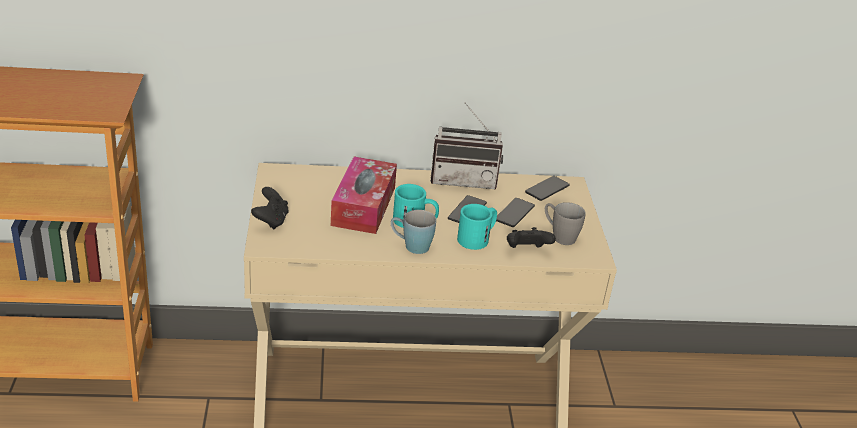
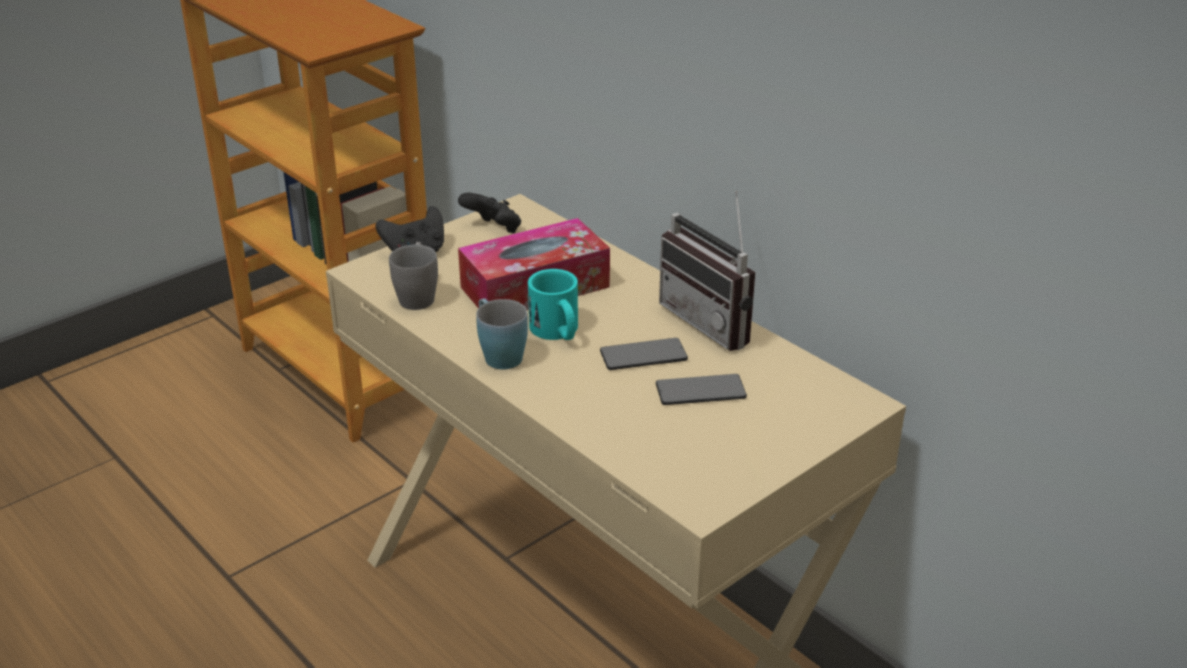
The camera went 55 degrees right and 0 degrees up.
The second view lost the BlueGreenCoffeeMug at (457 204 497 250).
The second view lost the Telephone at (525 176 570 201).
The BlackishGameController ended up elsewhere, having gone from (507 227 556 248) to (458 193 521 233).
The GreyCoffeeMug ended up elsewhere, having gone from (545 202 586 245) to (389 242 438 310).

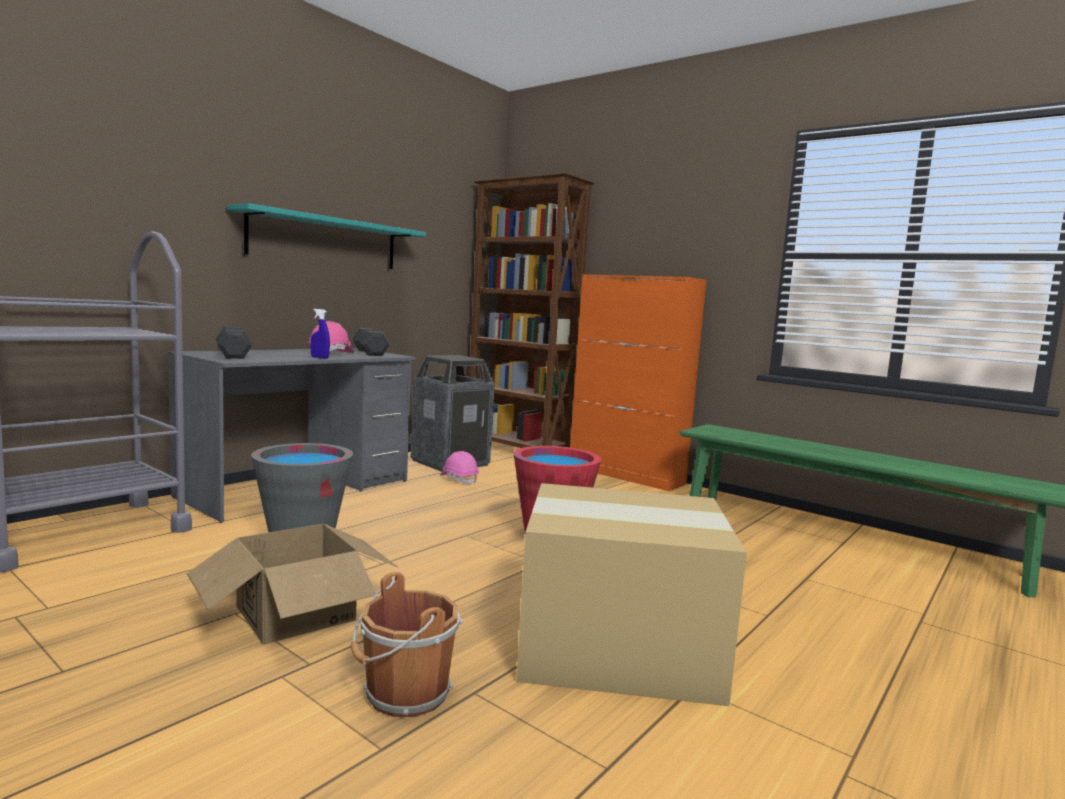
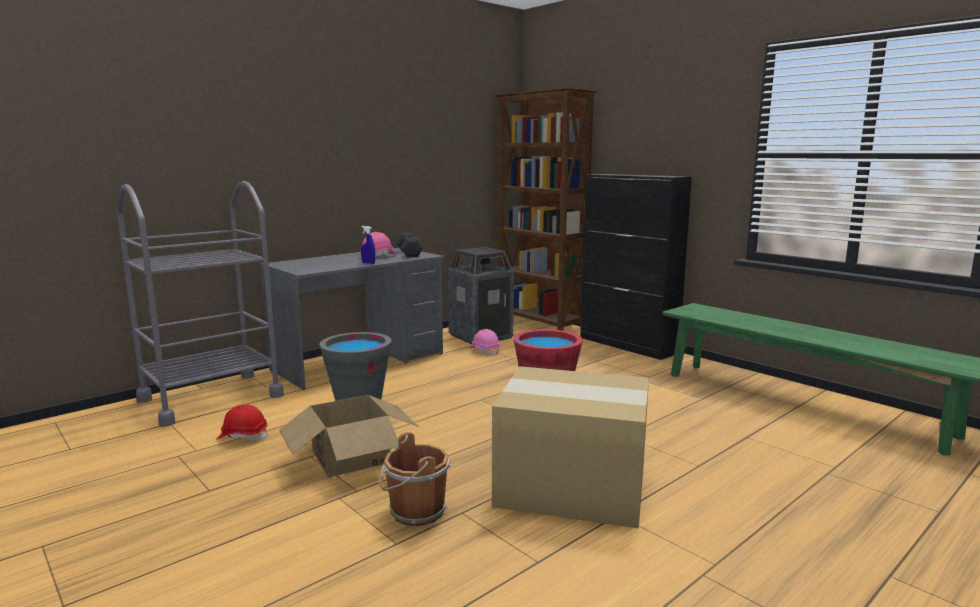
The camera went 10 degrees right and 5 degrees up.
The second view lost the BlackishDumbbell at (216 326 252 359).
The second view lost the BlueGreenWallShelf at (227 203 426 269).
The second view gained the ReddishSafetyHelmet at (217 404 268 441).
What was the OrangeColouredStorageCabinet at (570 274 707 491) turned into the BlackishStorageCabinet at (580 174 692 360).

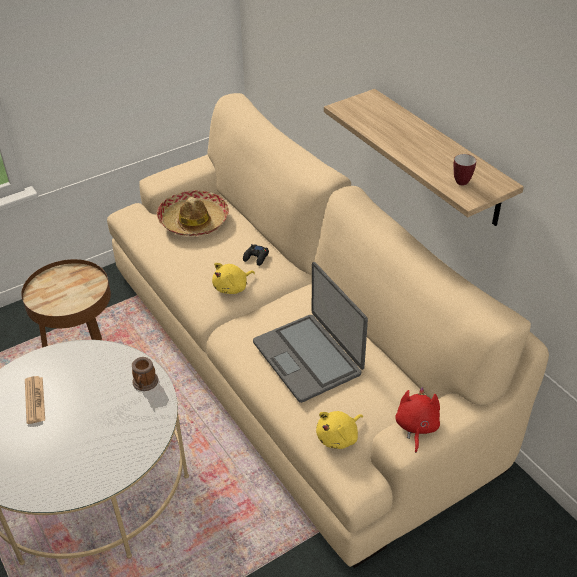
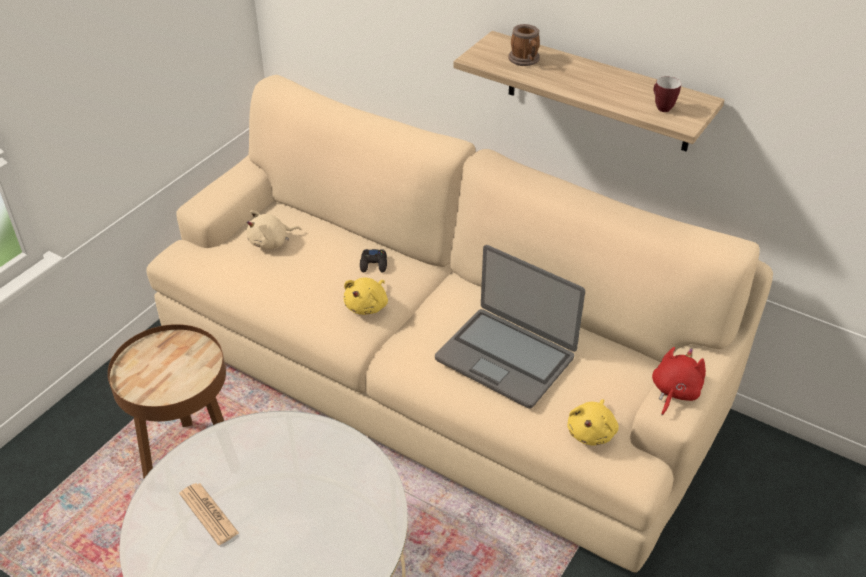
The camera went 25 degrees left and 0 degrees up.
The CoffeeMug ended up elsewhere, having gone from (132 357 158 391) to (508 24 540 66).
Where the Hat stood at (157 190 229 236), the BeigeColouredSoftToy came to stand at (247 210 301 249).
The ReddishSoftToy at (396 387 440 453) ended up facing another way, 45 degrees clockwise from before.

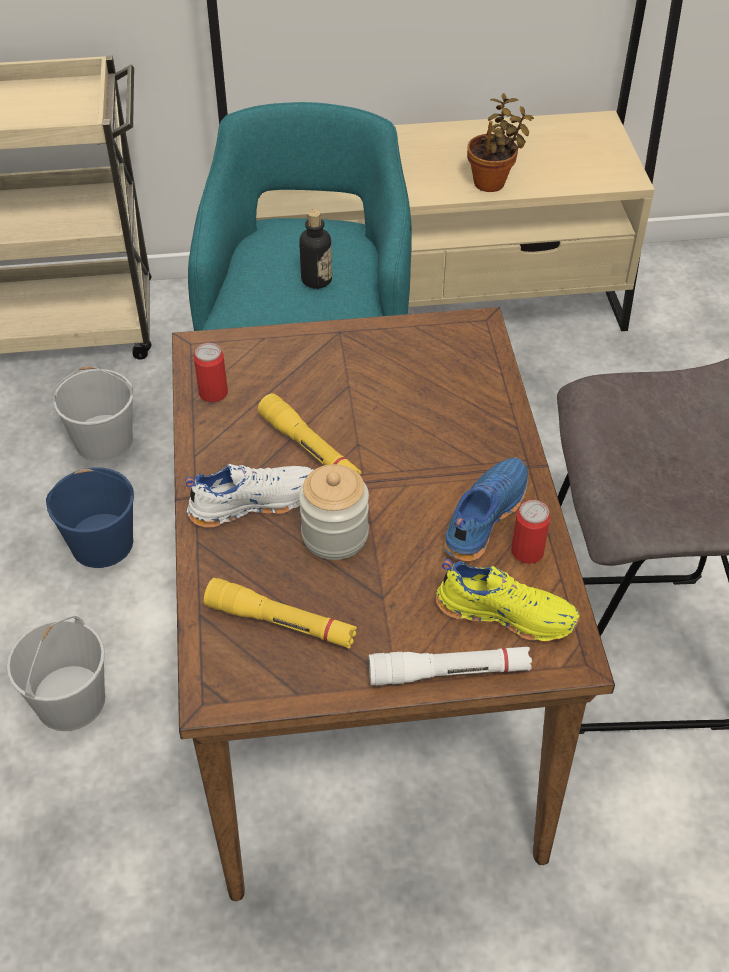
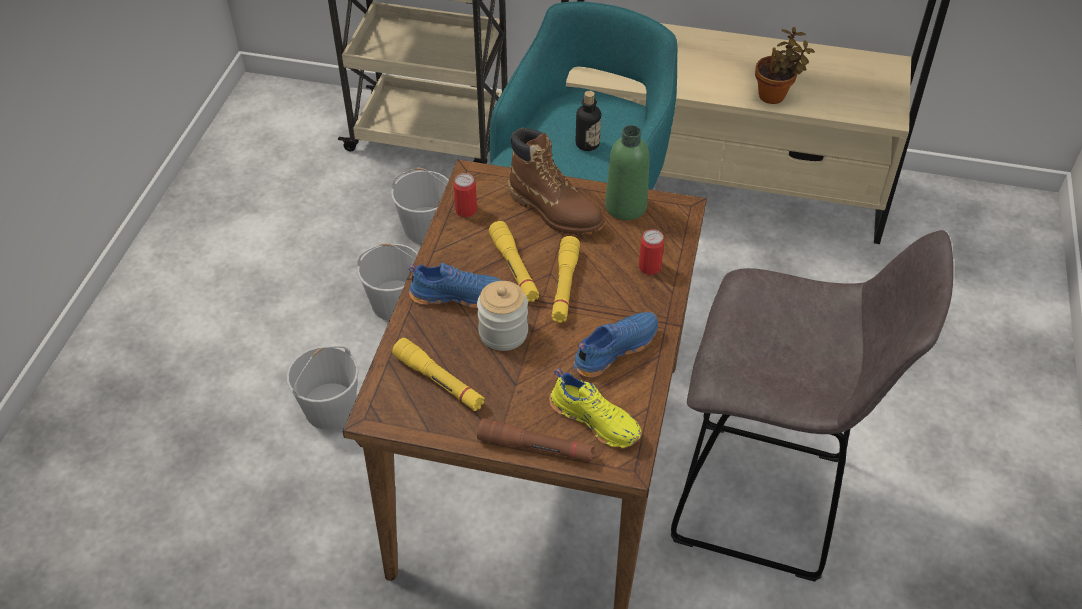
The camera went 20 degrees right and 0 degrees up.
The second view gained the BrownColouredTallBoot at (508 128 605 235).
The second view gained the YellowFlashlight at (552 236 580 323).
The second view gained the GreenishDrinkBottle at (605 125 650 220).
The MetalCan ended up elsewhere, having gone from (511 500 550 564) to (639 229 664 275).
What was the BluishWaterBucket at (46 467 134 568) turned into the WhitishWaterBucket at (357 243 418 321).
What was the WhitishShoe at (185 464 314 528) turned into the BluishShoe at (409 263 502 308).
What was the WhitishFlashlight at (369 647 532 686) turned into the BrownColouredFlashlight at (477 418 595 462).

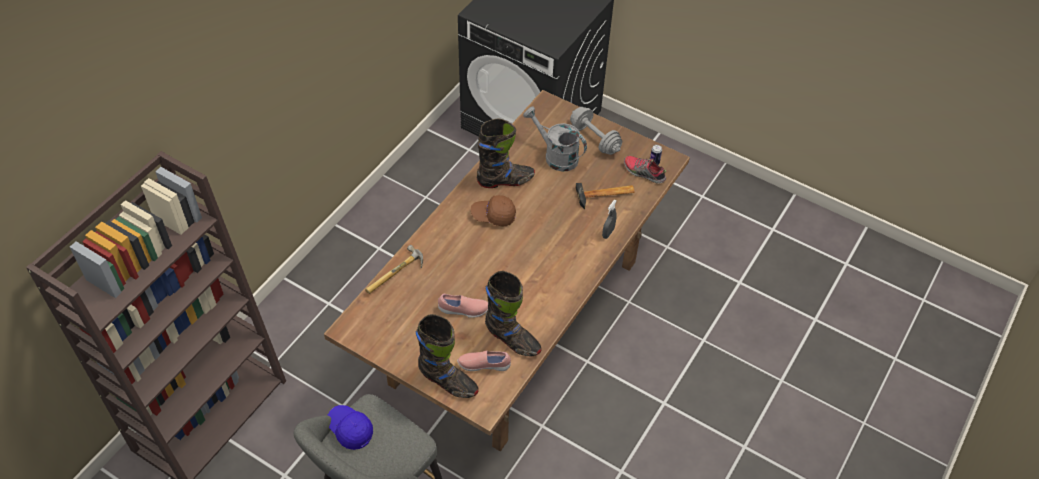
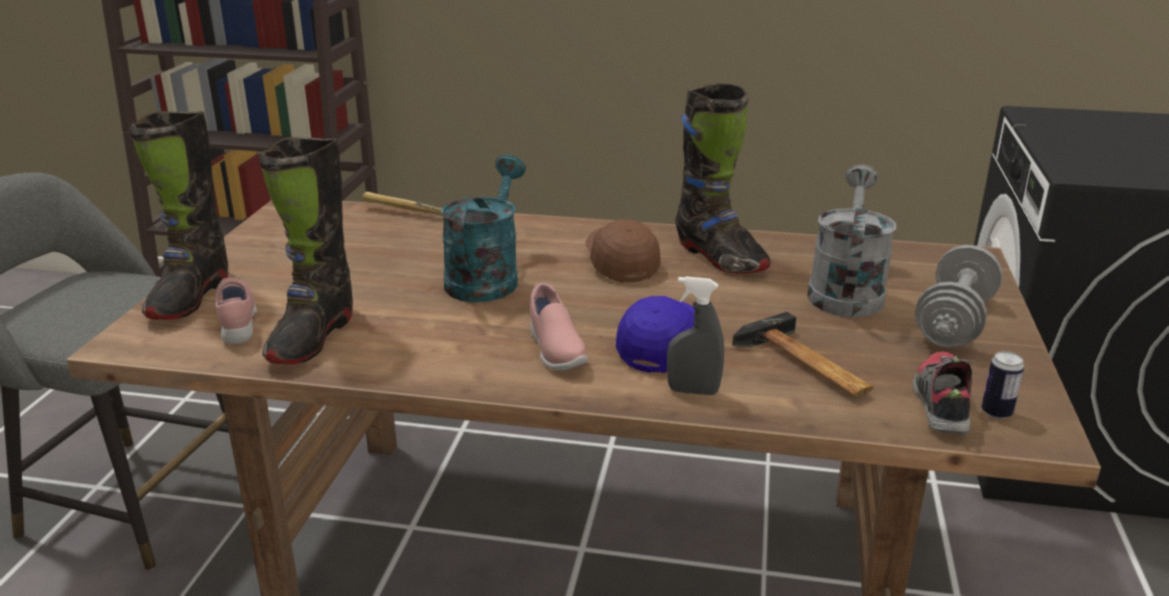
The camera went 70 degrees right and 25 degrees down.
The second view gained the BlueGreenSprinklingCan at (441 155 526 302).
The BluishBaseballCap ended up elsewhere, having gone from (328 405 373 450) to (616 296 695 373).
The PinkShoe ended up elsewhere, having gone from (438 294 488 318) to (530 283 588 370).

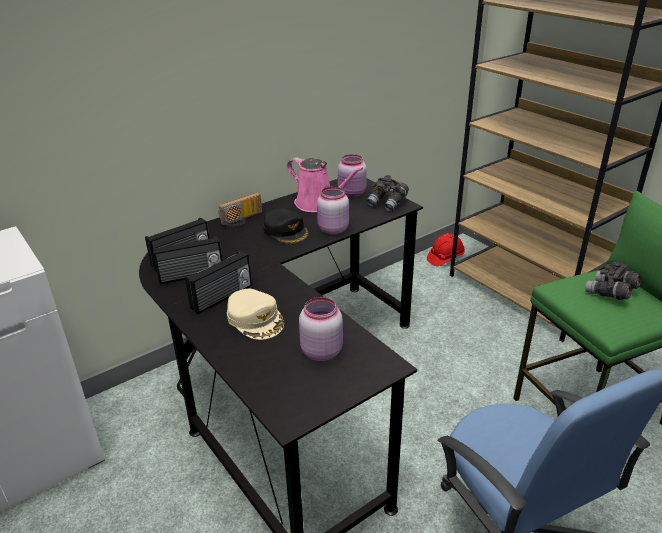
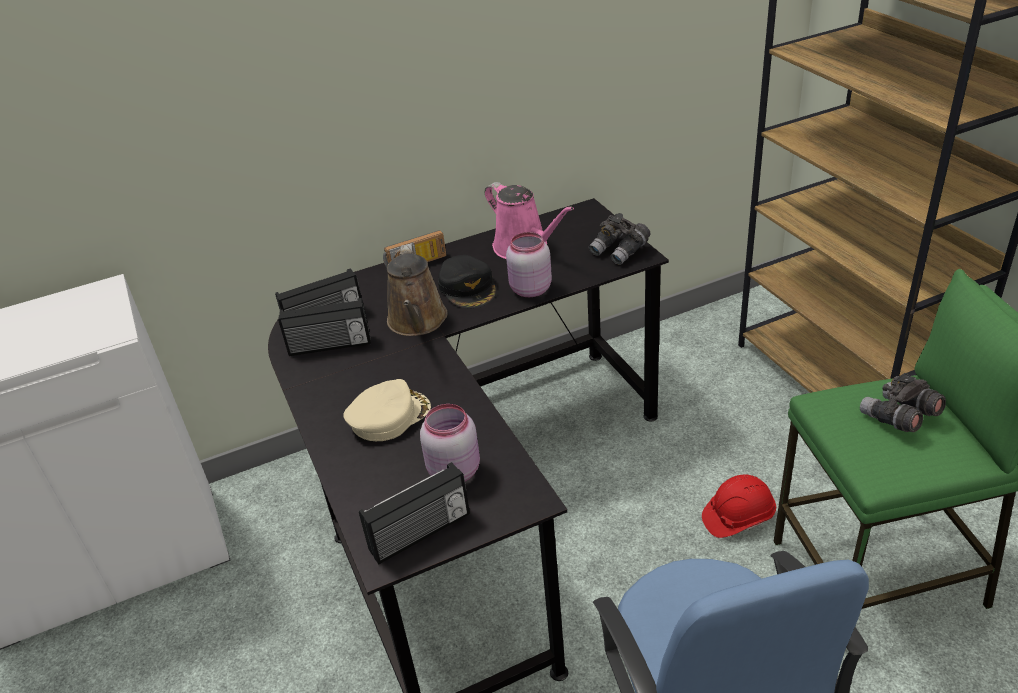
The camera went 15 degrees right and 5 degrees up.
The second view lost the PinkPreserveJar at (338 154 367 198).
The second view gained the BrownColouredSprinklingCan at (387 244 448 336).
The RadioSet ended up elsewhere, having gone from (185 251 252 314) to (359 462 470 564).
The ReddishSafetyHelmet ended up elsewhere, having gone from (427 233 465 266) to (702 474 776 538).
The BeigeColouredBaseballCap at (227 289 284 340) ended up facing another way, 105 degrees counterclockwise from before.

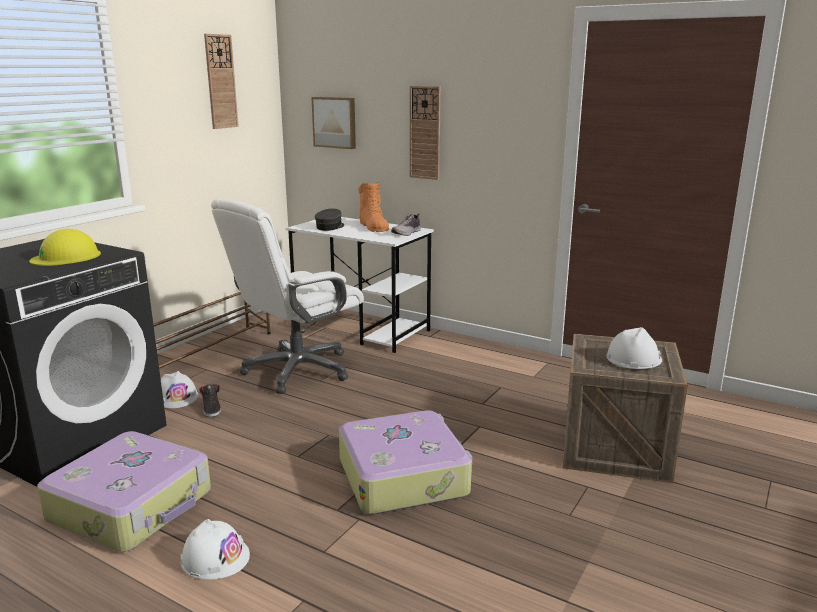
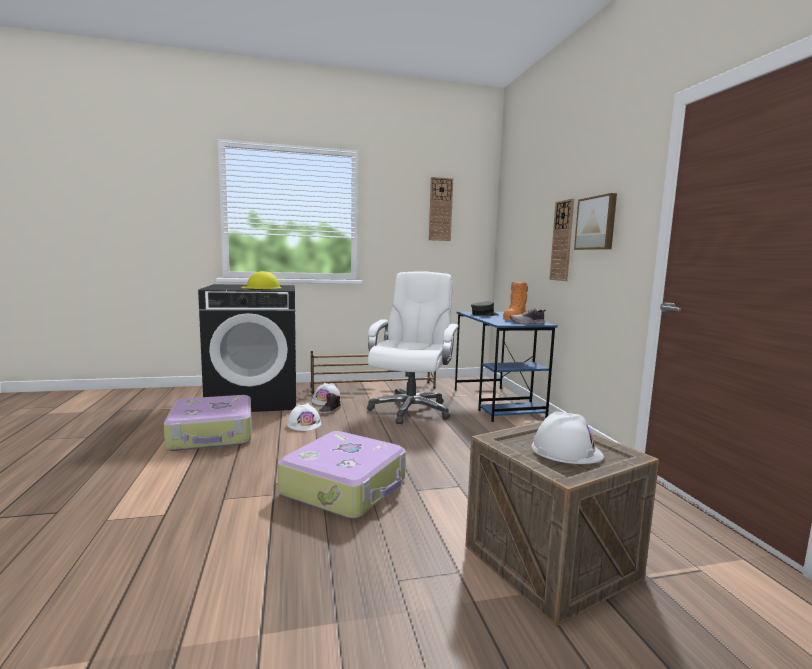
The camera went 45 degrees right and 10 degrees down.
The WhitishSafetyHelmet ended up elsewhere, having gone from (181 519 250 580) to (287 403 322 431).
The WallArt ended up elsewhere, having gone from (311 97 356 149) to (574 193 617 250).
What was the WhitishDesk at (286 217 434 353) turned into the BluishDesk at (455 312 558 422).
The WhitishDeskChair at (211 199 364 394) ended up facing another way, 105 degrees clockwise from before.

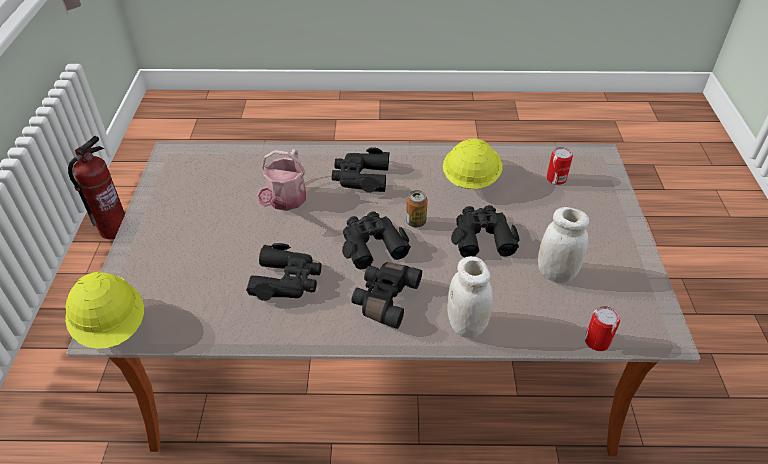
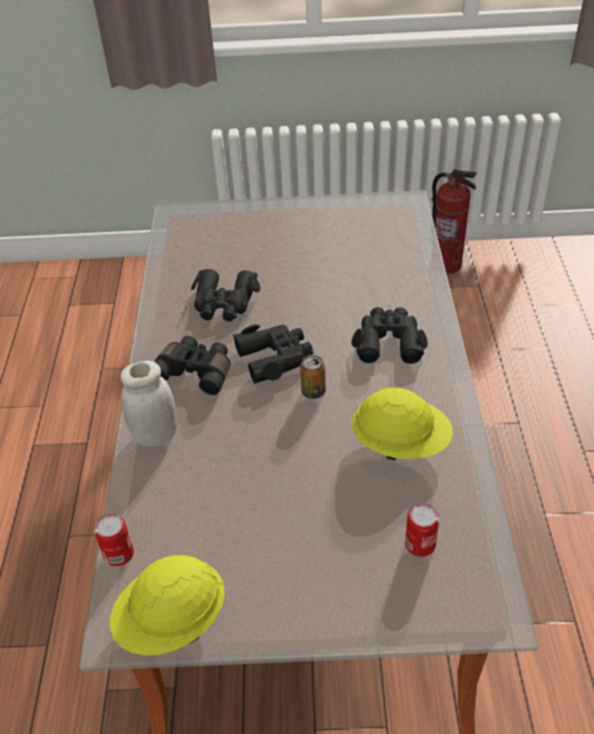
The camera went 90 degrees right and 0 degrees up.
The second view lost the SprinklingCan at (257 149 306 211).
The second view lost the BlackishBinoculars at (451 205 519 258).
The second view lost the WhitishPreserveJar at (538 207 589 283).
The YellowSafetyHelmet ended up elsewhere, having gone from (65 272 144 349) to (110 555 225 655).

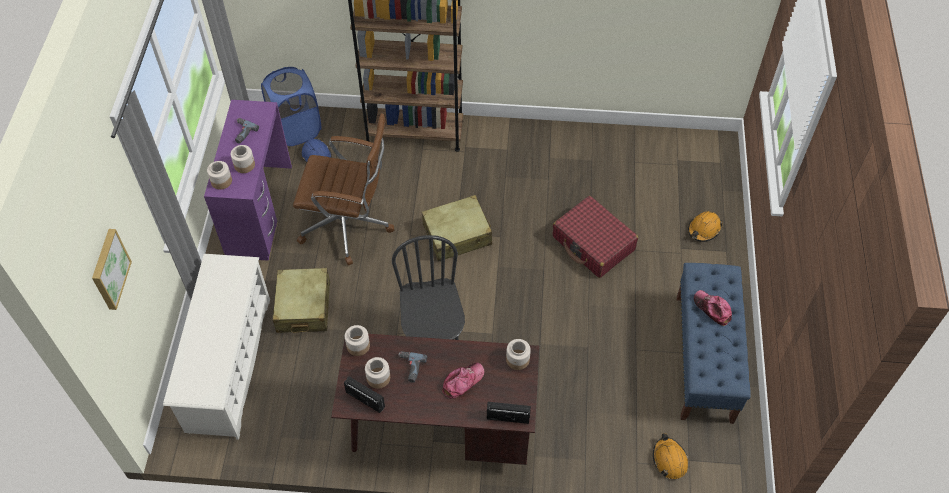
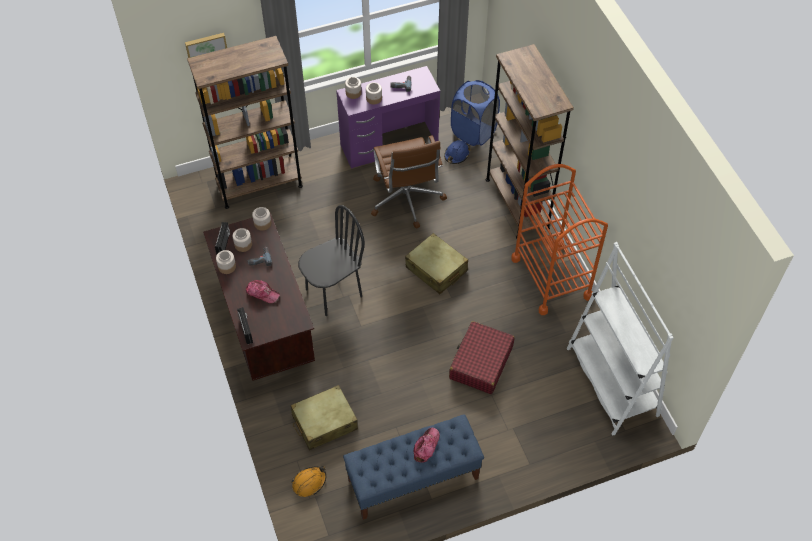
The camera went 65 degrees right and 0 degrees up.
The second view lost the OrangeColouredSafetyHelmet at (688 211 723 242).
The second view gained the OrangeColouredWheeledCart at (511 164 608 315).
The second view gained the WhitishShelvingUnit at (567 242 674 436).
The BeigeColouredSuitcase ended up elsewhere, having gone from (273 268 330 333) to (291 385 358 450).
The PreserveJar ended up elsewhere, having gone from (506 339 531 370) to (216 250 236 274).
Where the WhitishShoeStand stood at (163 254 270 440), the BrownColouredShelvingUnit came to stand at (187 36 303 209).

